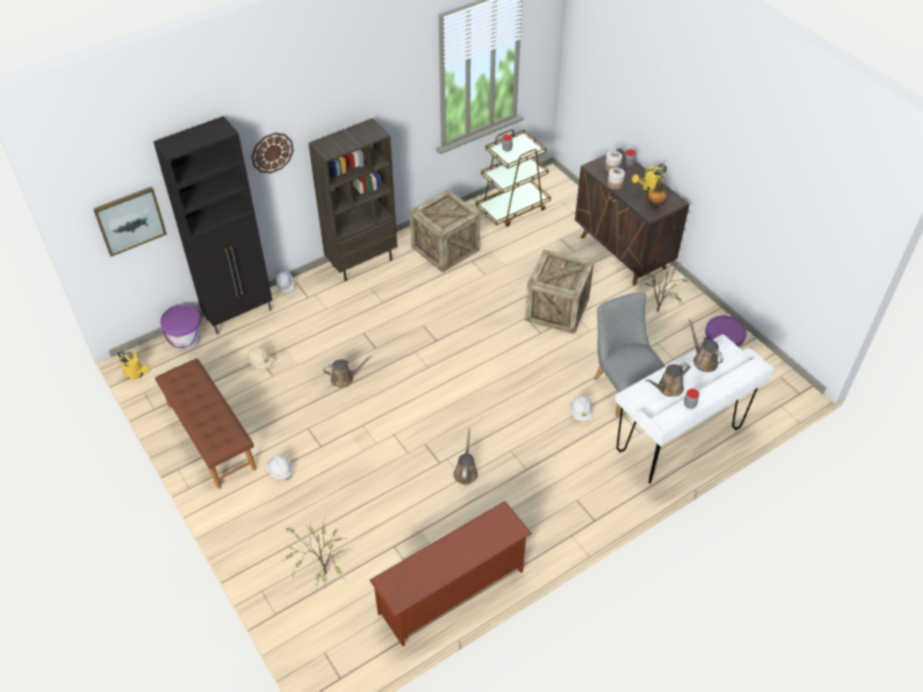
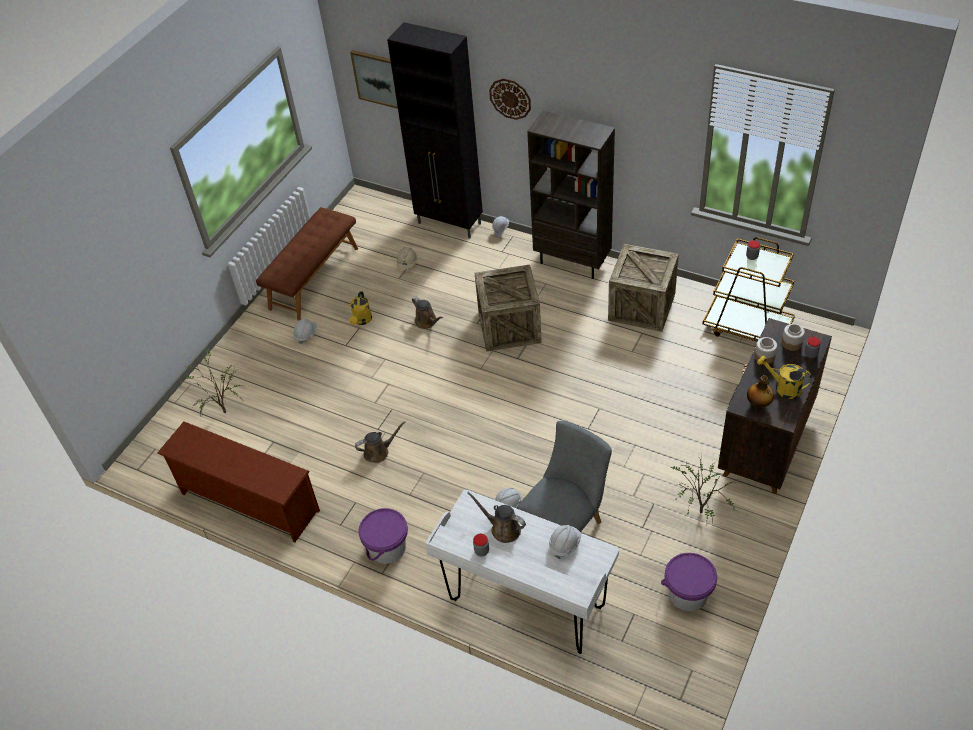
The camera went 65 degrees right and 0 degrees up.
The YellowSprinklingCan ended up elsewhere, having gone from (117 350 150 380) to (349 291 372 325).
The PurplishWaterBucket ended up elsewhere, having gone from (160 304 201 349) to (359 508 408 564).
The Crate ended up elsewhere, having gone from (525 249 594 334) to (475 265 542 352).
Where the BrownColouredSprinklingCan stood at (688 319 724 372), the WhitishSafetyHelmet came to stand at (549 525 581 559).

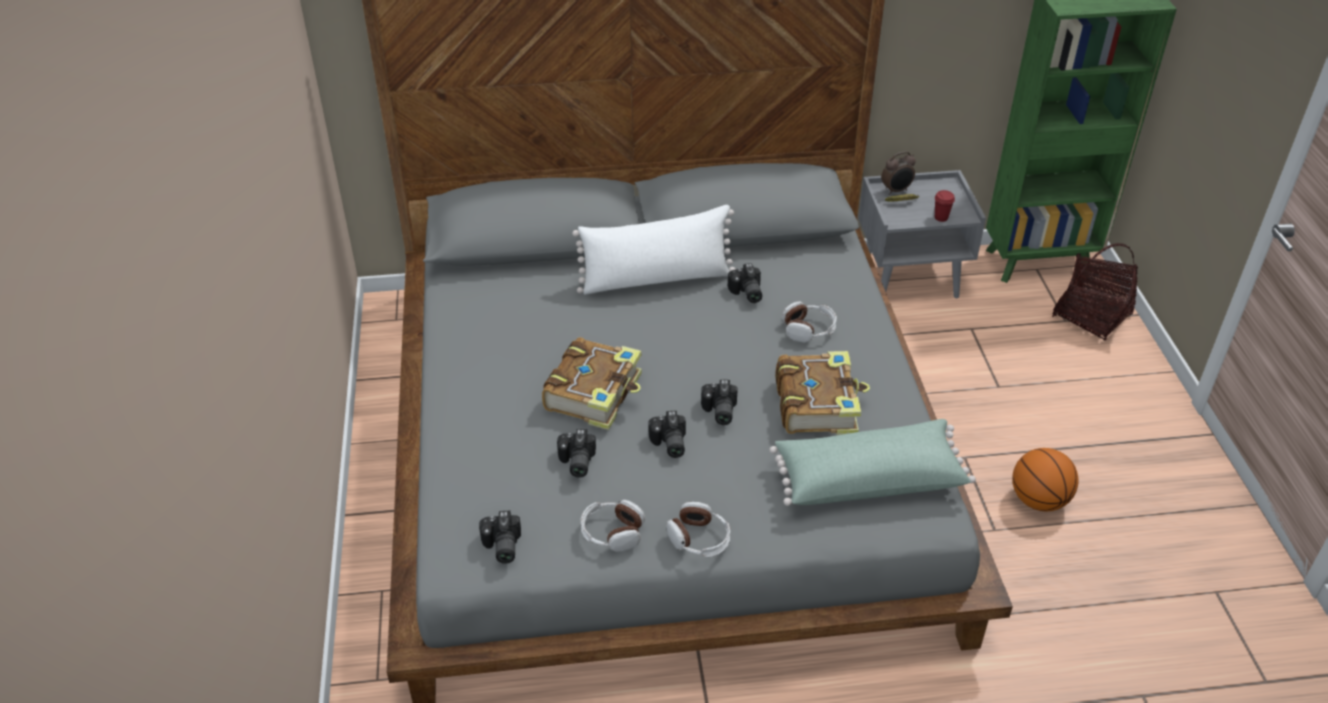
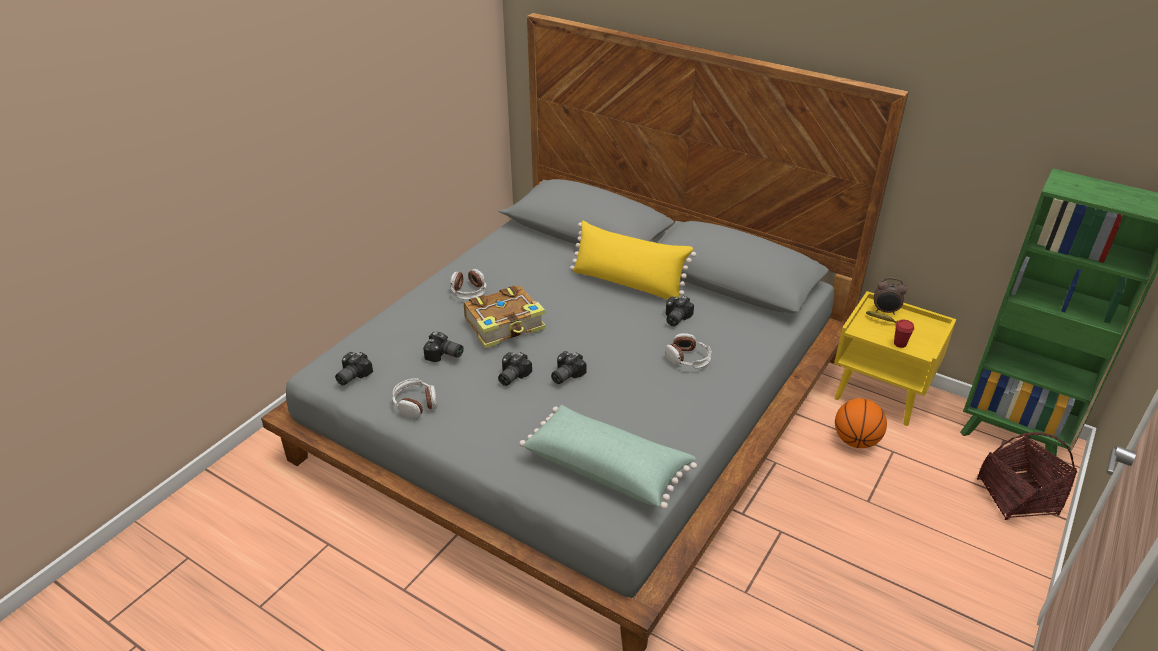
The camera went 40 degrees right and 5 degrees down.
The second view lost the Book at (775 351 870 435).
The Headphones ended up elsewhere, having gone from (666 502 730 557) to (450 269 487 300).
The BasketballBall ended up elsewhere, having gone from (1012 448 1078 511) to (835 398 887 448).
What was the WhitishThrowPillow at (572 205 735 295) turned into the YellowThrowPillow at (570 221 696 300).
What was the GreyNightTable at (858 170 986 298) turned into the YellowNightTable at (834 291 956 426).
The StillCamera at (557 429 596 478) ended up facing another way, 105 degrees counterclockwise from before.

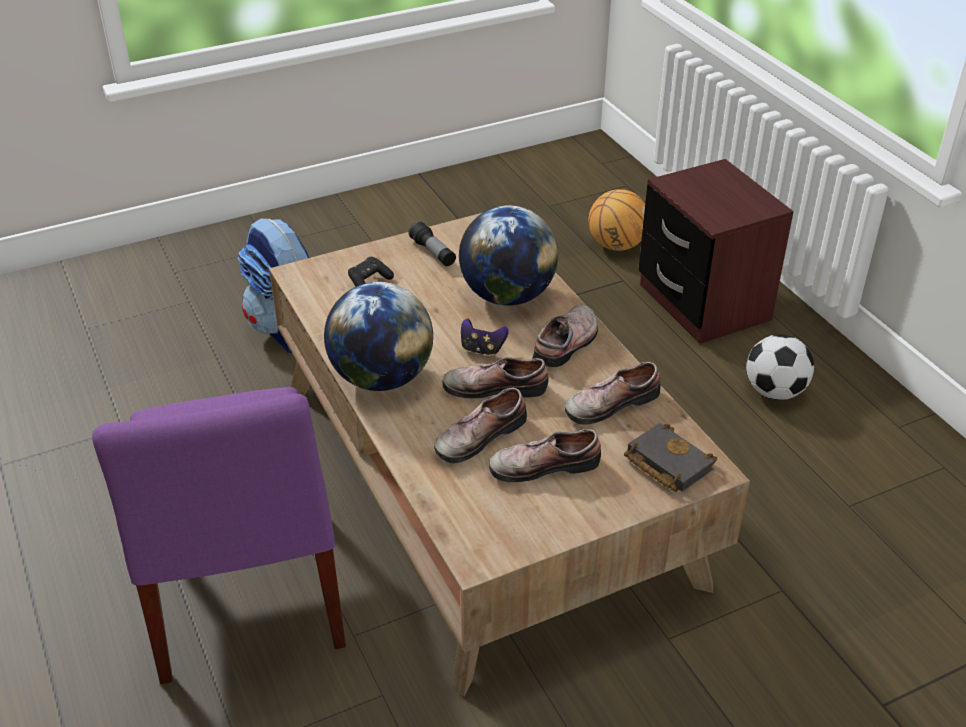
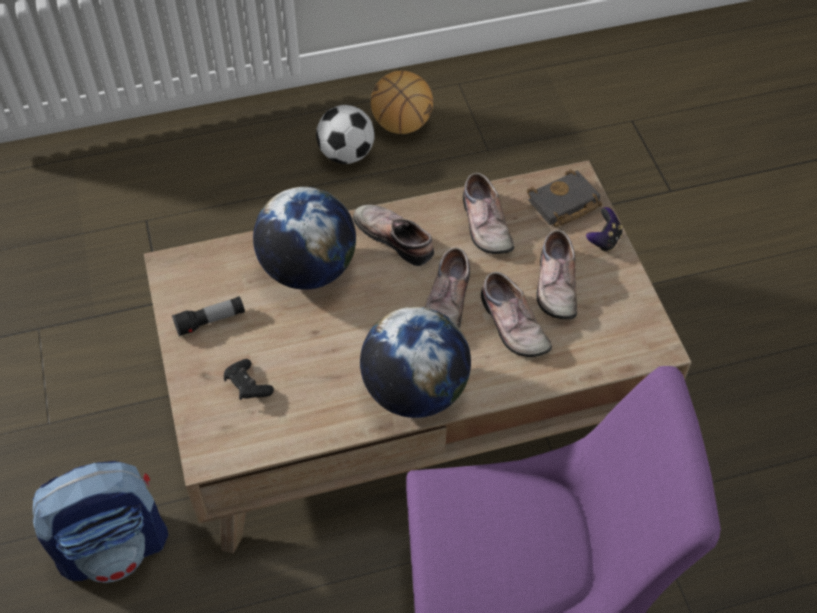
The camera went 80 degrees left and 15 degrees up.
The second view lost the BrownColouredNightTable at (638 159 794 344).
The GameController ended up elsewhere, having gone from (461 318 509 357) to (586 207 623 252).
The BasketballBall ended up elsewhere, having gone from (588 189 645 251) to (371 71 433 134).

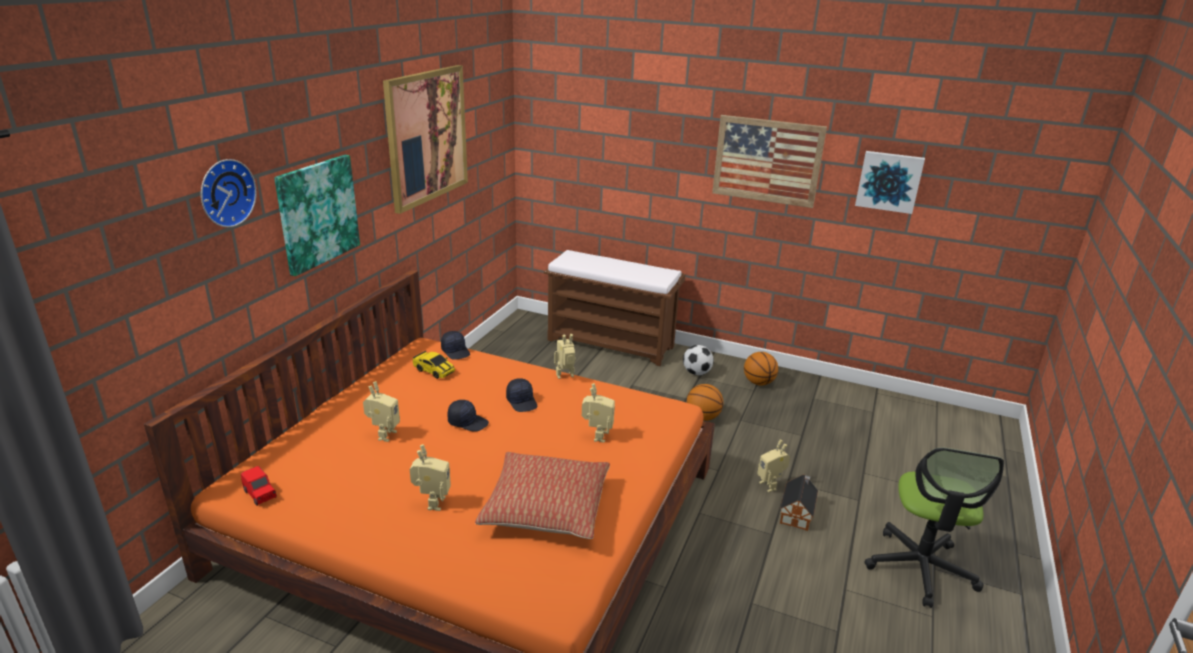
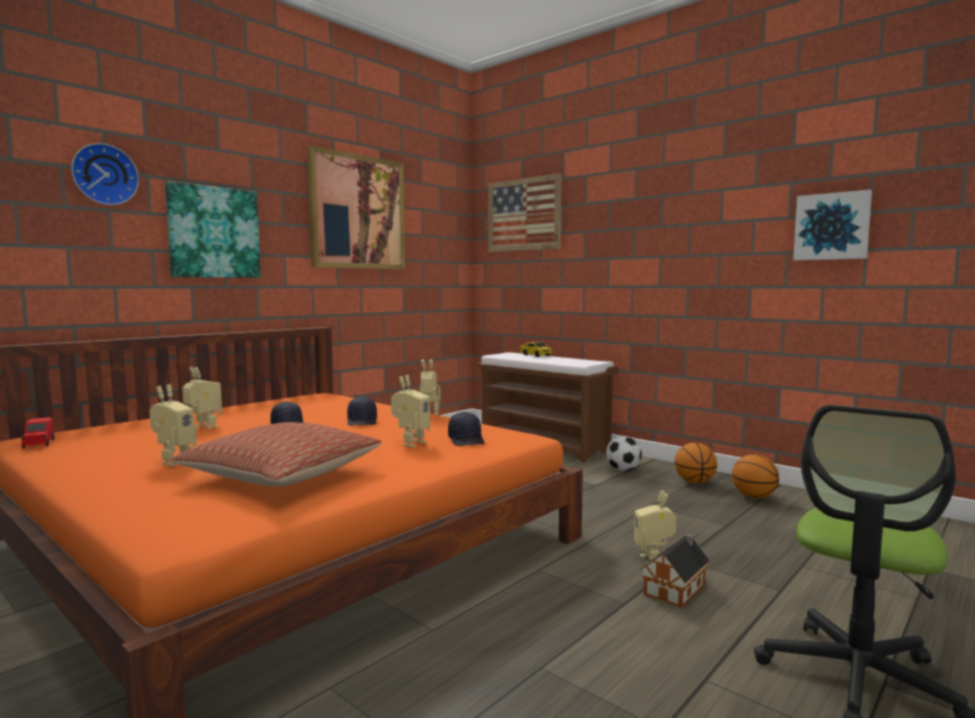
The camera went 20 degrees right and 20 degrees down.
The ModelCar ended up elsewhere, having gone from (413 351 455 379) to (520 342 552 357).
The BlackishBaseballCap ended up elsewhere, having gone from (441 331 470 360) to (448 412 484 446).
The BasketballBall ended up elsewhere, having gone from (686 384 724 421) to (732 454 779 498).
The WallArt ended up elsewhere, having gone from (712 115 827 208) to (488 173 561 252).
The ToyRobot at (363 381 400 442) ended up facing another way, 90 degrees counterclockwise from before.

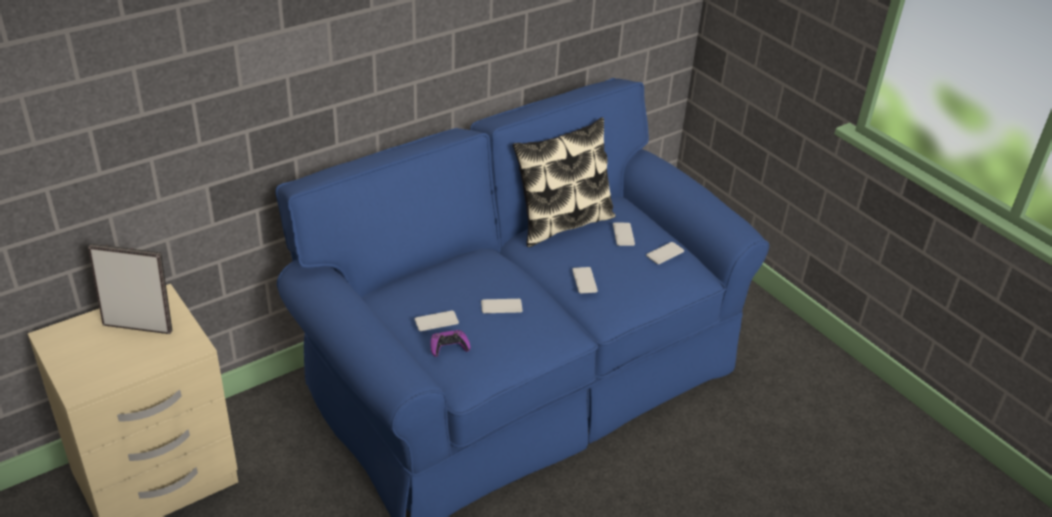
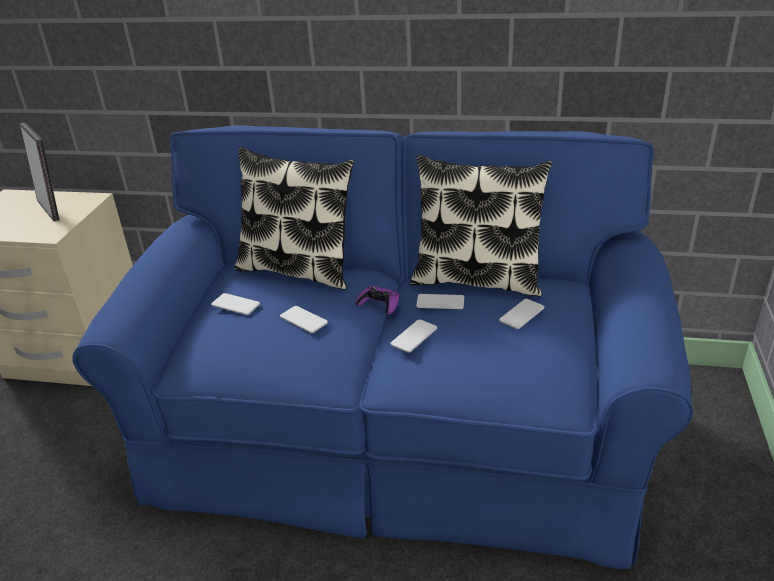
The camera went 50 degrees right and 5 degrees down.
The second view gained the ThrowPillow at (235 147 354 290).
The PurplishGameController ended up elsewhere, having gone from (430 330 470 357) to (355 286 399 315).
The Telephone ended up elsewhere, having gone from (646 242 684 264) to (416 294 464 309).

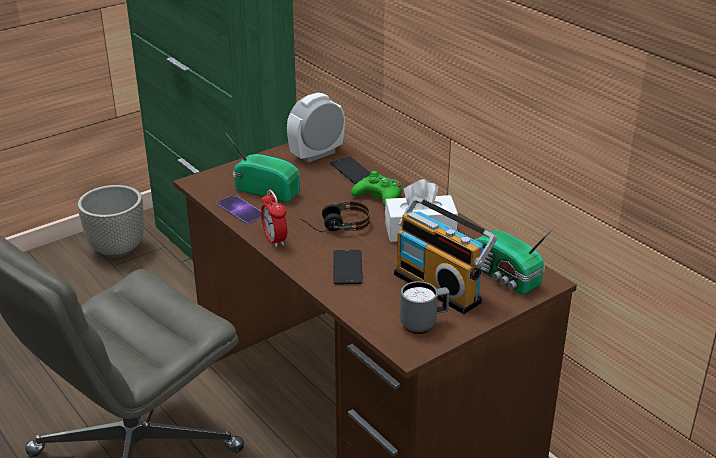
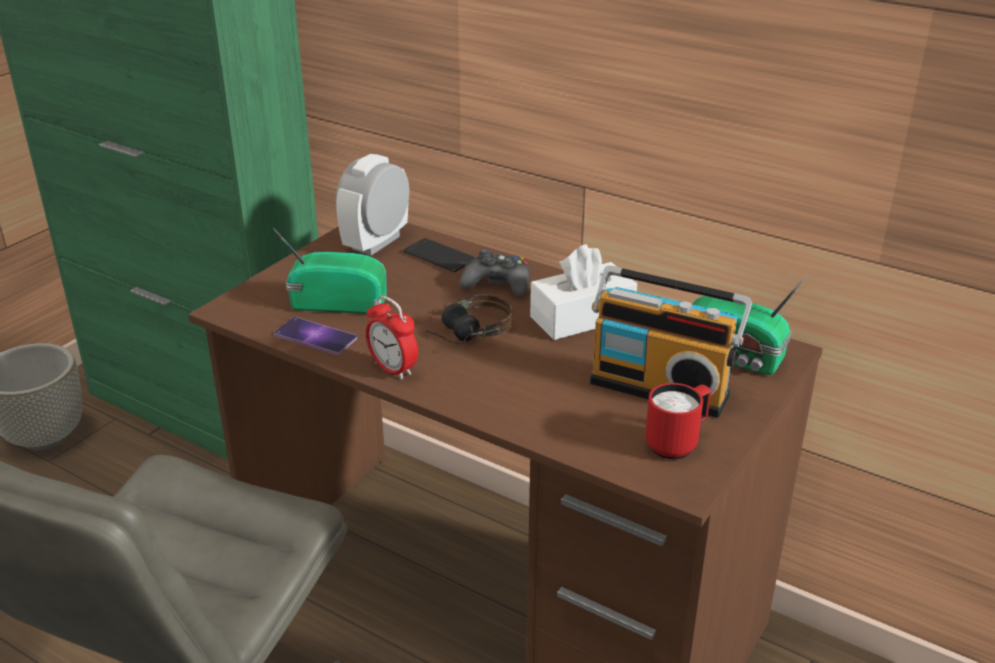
The camera went 20 degrees left and 0 degrees up.
The second view lost the Telephone at (333 250 363 284).
What was the GreenishGameController at (351 171 402 207) turned into the BlackishGameController at (460 249 529 296).
What was the GreyCoffeeMug at (400 281 449 334) turned into the ReddishCoffeeMug at (645 383 711 459).

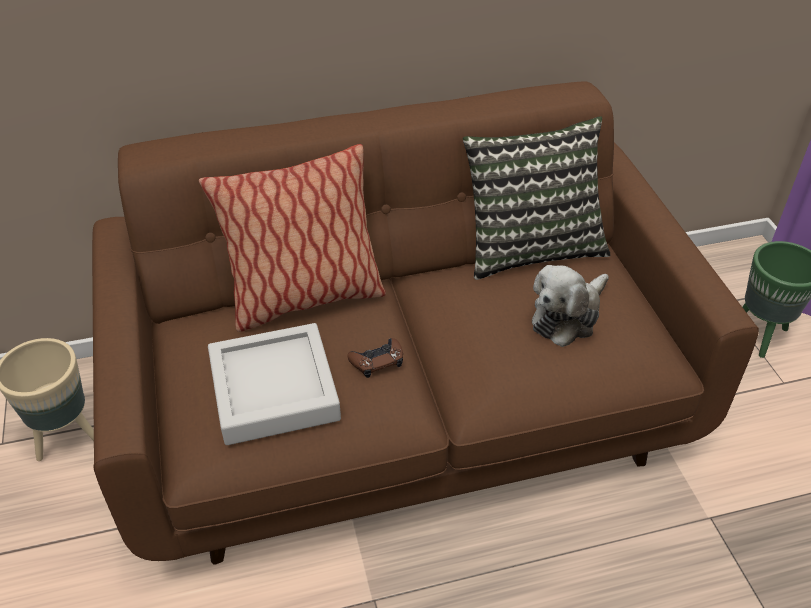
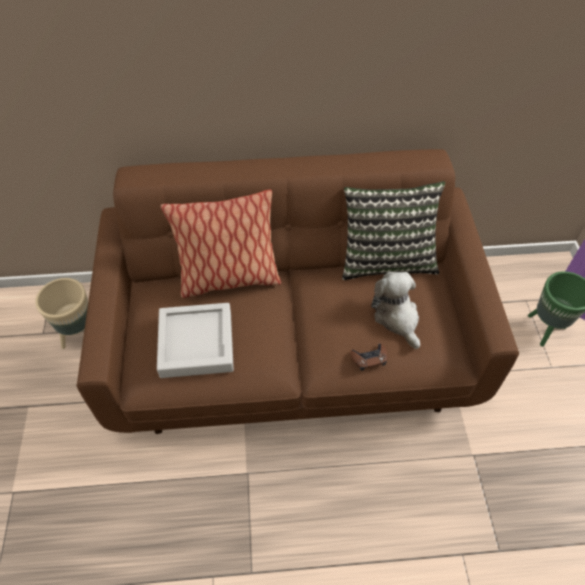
The camera went 10 degrees right and 10 degrees up.
The BrownColouredGameController ended up elsewhere, having gone from (347 338 403 378) to (350 344 388 371).
The SoftToy at (532 265 609 347) ended up facing another way, 105 degrees clockwise from before.

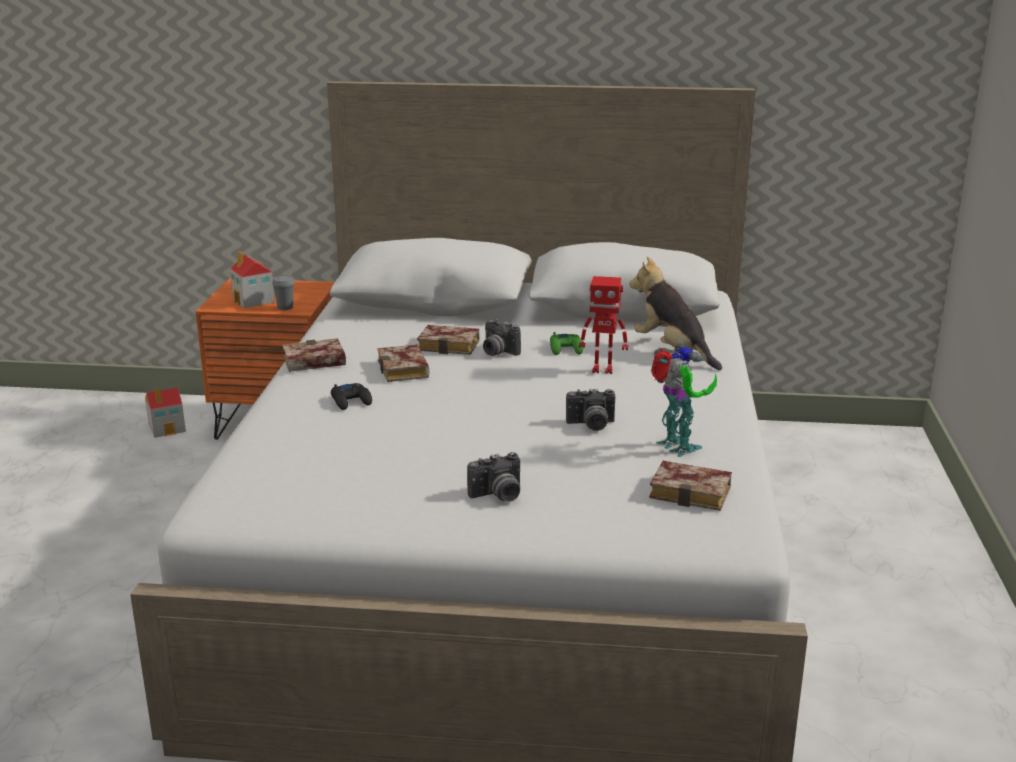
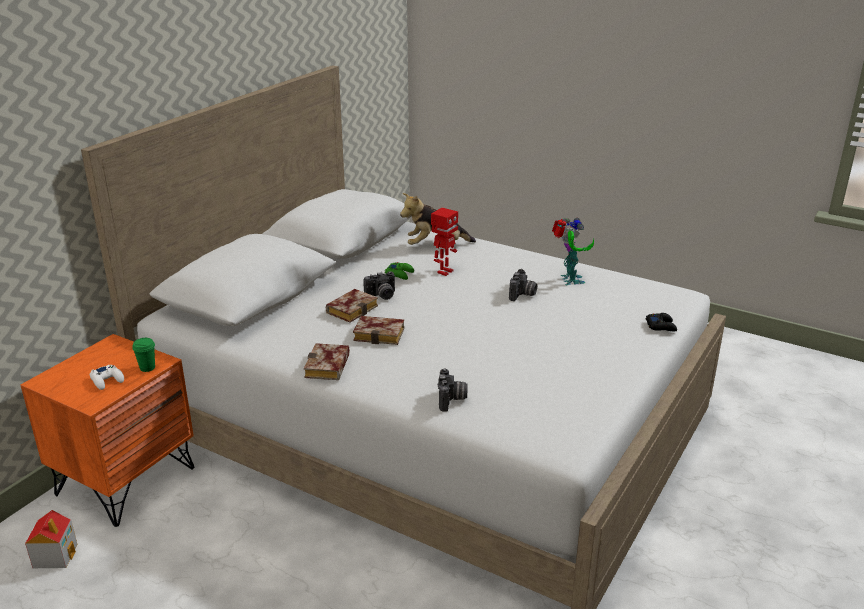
The camera went 65 degrees left and 5 degrees up.
The second view lost the Book at (649 461 732 511).
The BlackishGameController ended up elsewhere, having gone from (331 383 372 410) to (646 313 677 332).
The StillCamera ended up elsewhere, having gone from (467 452 520 502) to (438 368 468 412).
Where the MiniatureHouse stood at (230 251 275 308), the WhitishGameController came to stand at (90 365 124 390).
What was the GreyDrinkingCup at (272 275 295 310) turned into the GreenishDrinkingCup at (132 338 155 372).
The ToyRobot at (651 344 717 457) ended up facing another way, 90 degrees clockwise from before.

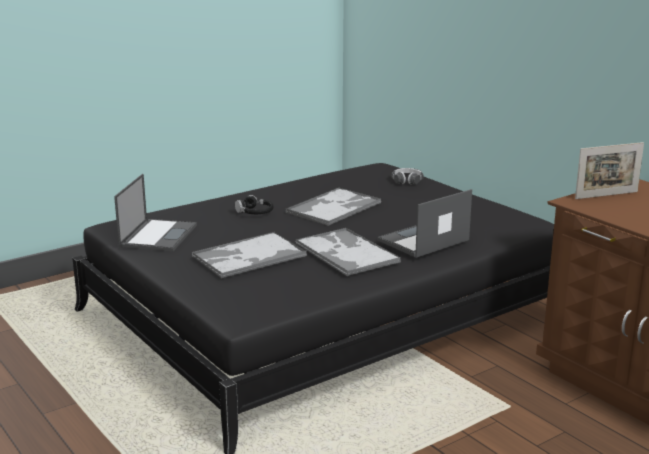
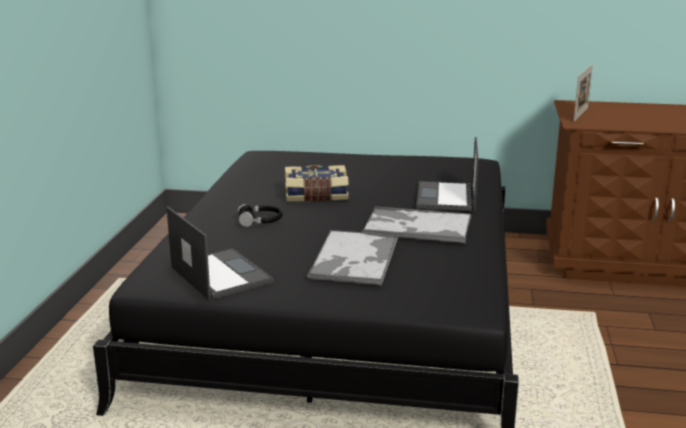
The camera went 45 degrees left and 0 degrees up.
The second view lost the Headphones at (391 168 423 185).
Where the ServingTray stood at (285 187 381 226), the Book came to stand at (285 165 349 201).

